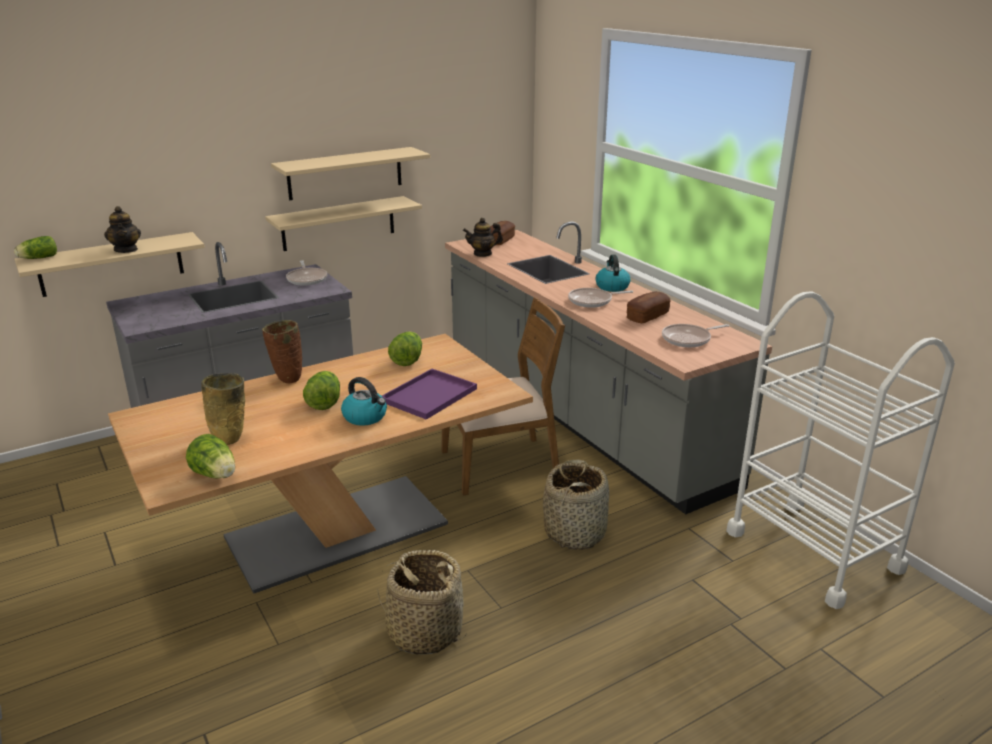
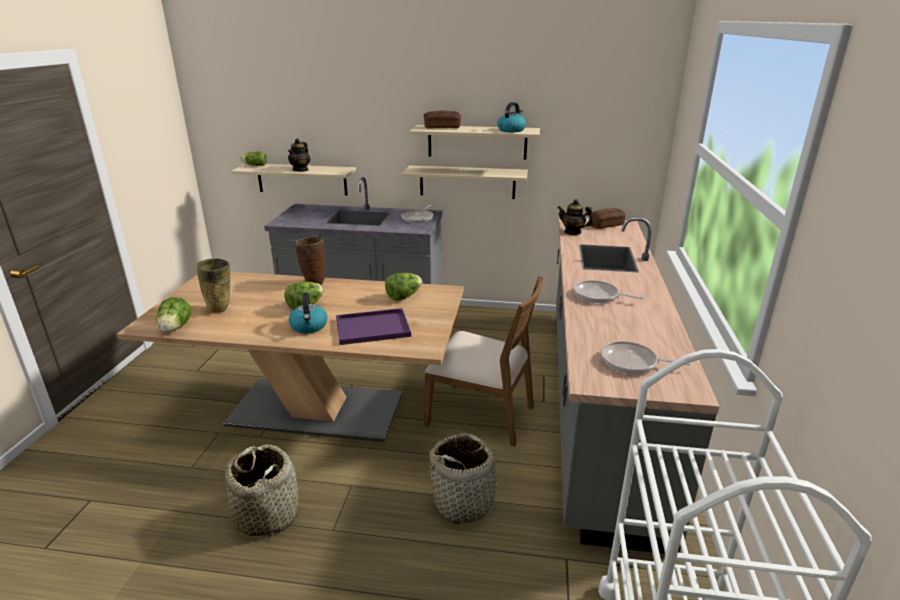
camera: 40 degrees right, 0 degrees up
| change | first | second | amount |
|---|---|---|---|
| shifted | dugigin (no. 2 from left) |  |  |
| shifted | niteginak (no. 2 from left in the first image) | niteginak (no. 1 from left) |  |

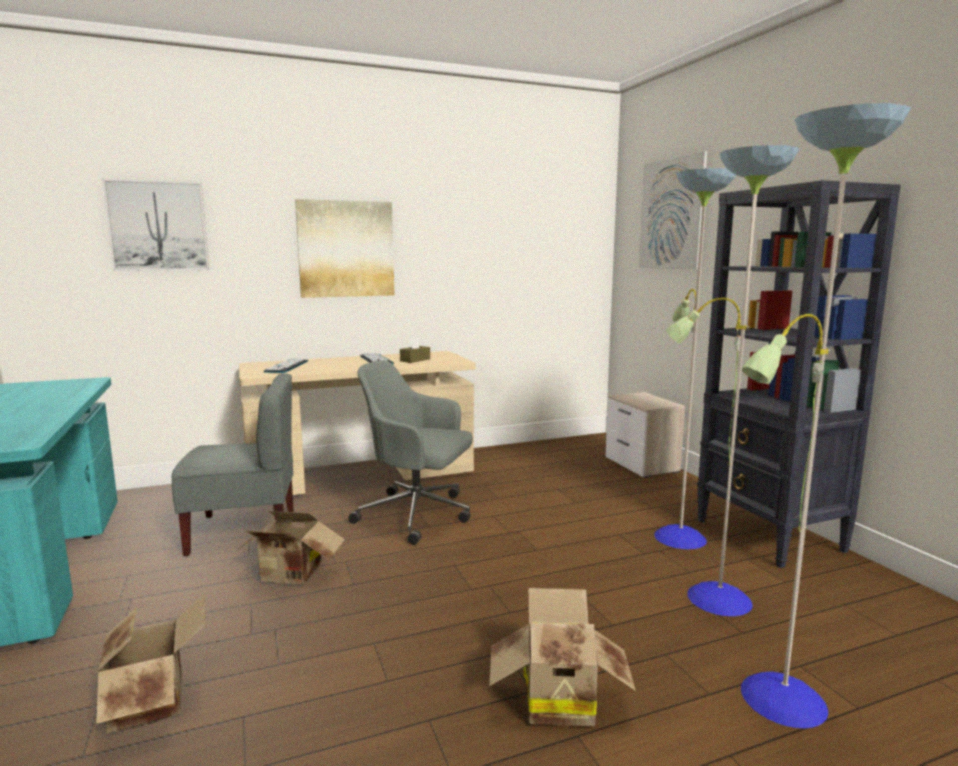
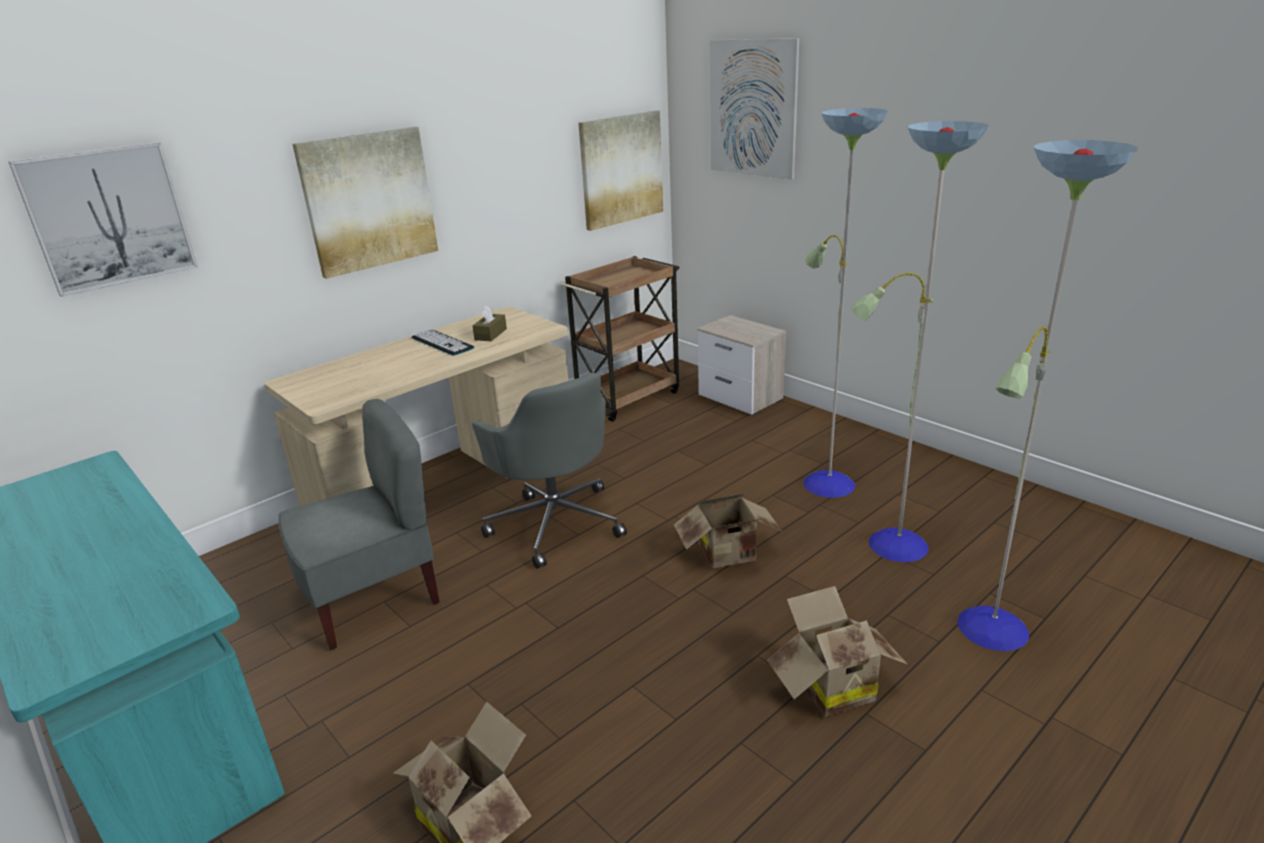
camera: 20 degrees left, 15 degrees up
| change | first | second | amount |
|---|---|---|---|
| shifted | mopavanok (no. 2 from left) |  |  |
| gone | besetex (no. 1 from left) |  |  |
| rotated | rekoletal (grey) |  | 120 degrees counterclockwise |
| gone | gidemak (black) |  |  |
| new |  | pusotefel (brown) |  |
| new |  | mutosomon (no. 3 from left) |  |

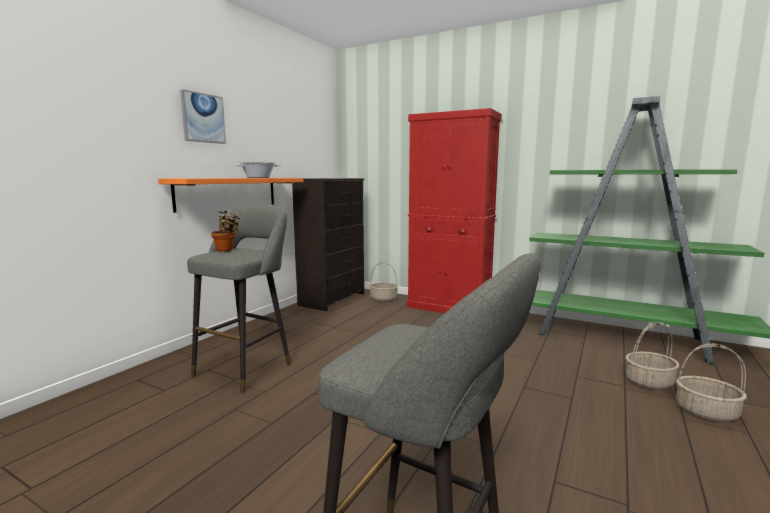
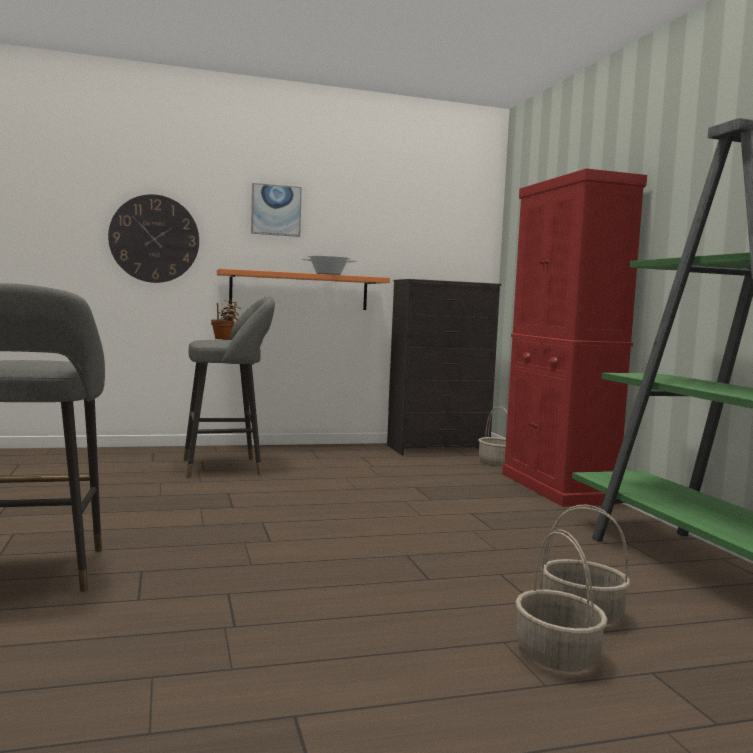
camera: 45 degrees right, 5 degrees down
| change | first | second | amount |
|---|---|---|---|
| new |  | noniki |  |

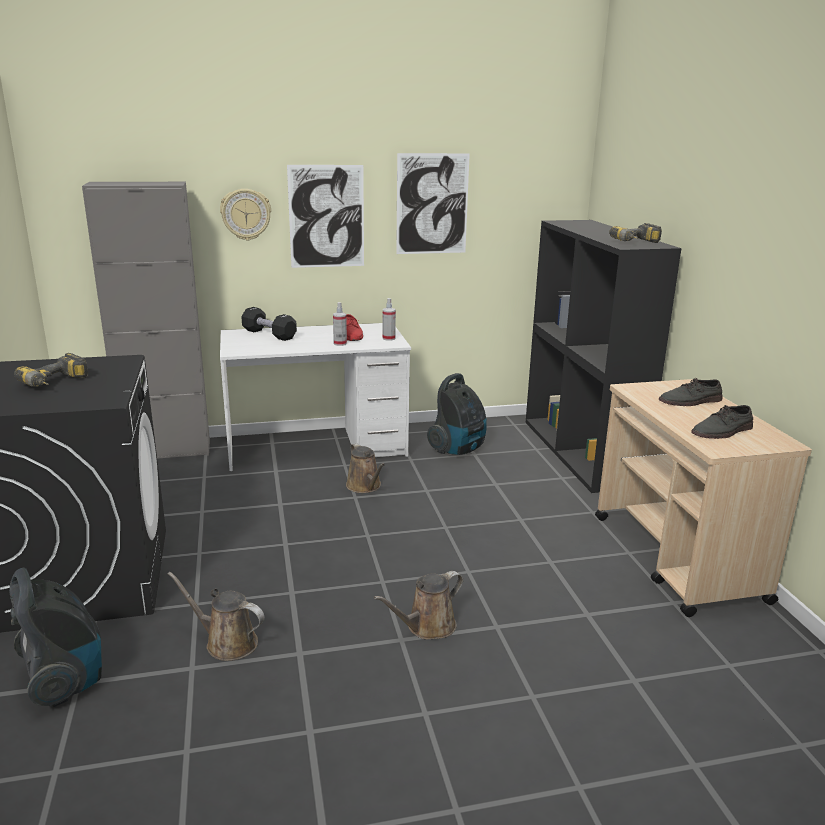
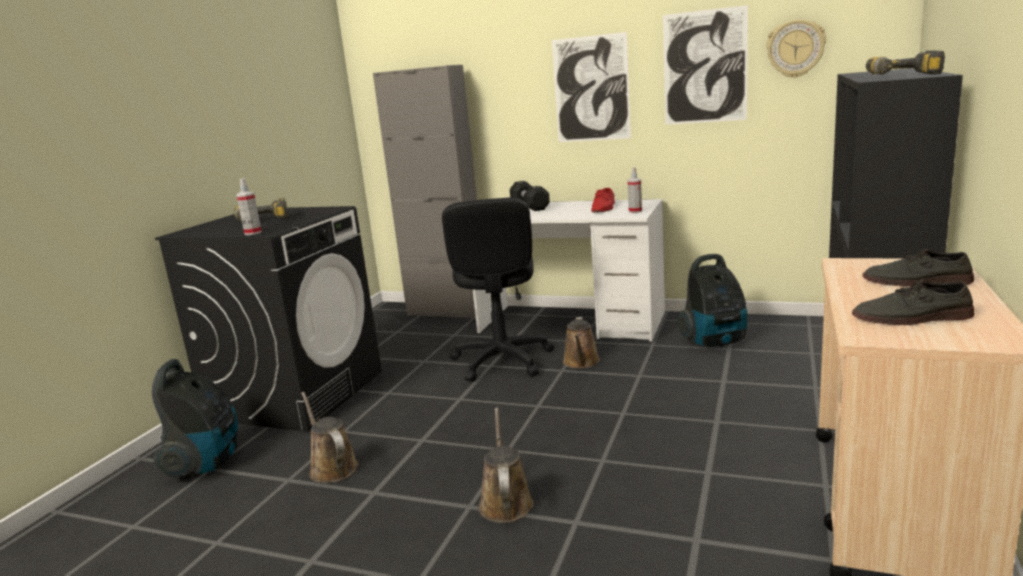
camera: 35 degrees right, 5 degrees down
| change | first | second | amount |
|---|---|---|---|
| shifted | noniki |  |  |
| shifted | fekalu (no. 1 from left) |  |  |
| rotated | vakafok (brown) (no. 3 from left in the first image) | vakafok (brown) (no. 2 from left) | 90 degrees clockwise |
| new |  | rekoletal (black) |  |

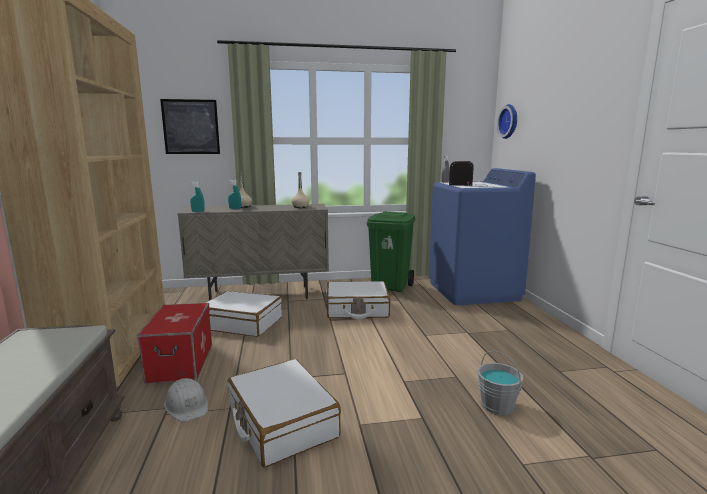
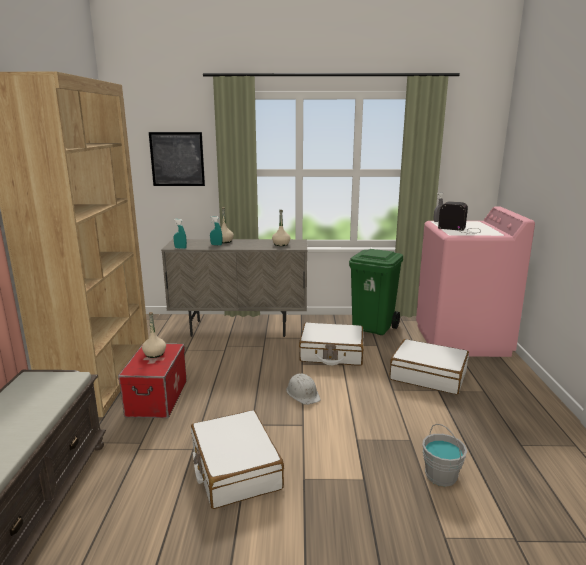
camera: 10 degrees right, 5 degrees up
| change | first | second | amount |
|---|---|---|---|
| shifted | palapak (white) |  |  |
| shifted | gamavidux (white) (no. 1 from left in the first image) | gamavidux (white) (no. 3 from left) |  |
| repainted | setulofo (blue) | setulofo (pink) |  |
| gone | noniki |  |  |
| new |  | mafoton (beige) (no. 1 from left) |  |

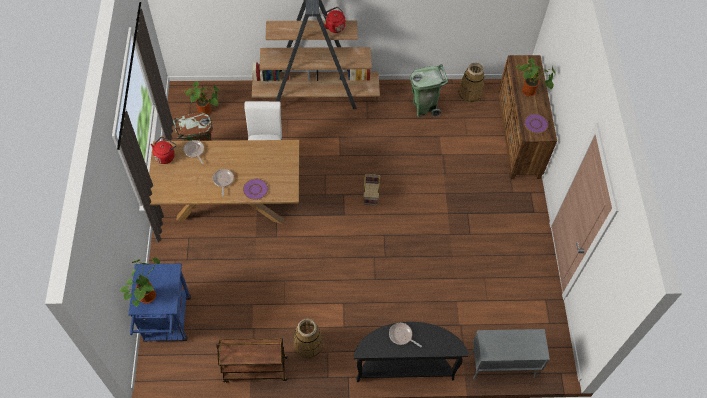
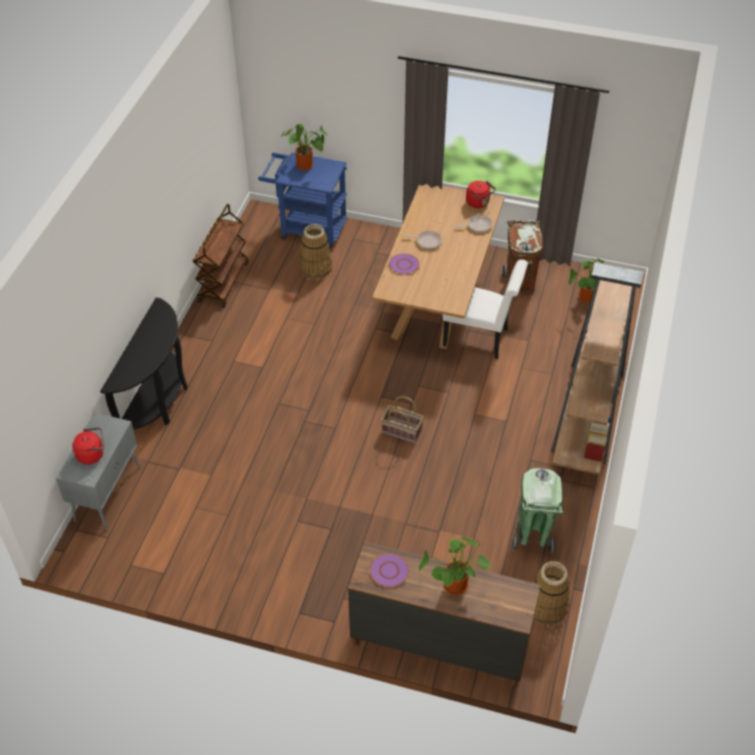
camera: 110 degrees right, 10 degrees down
| change | first | second | amount |
|---|---|---|---|
| shifted | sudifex (no. 1 from left) |  |  |
| shifted | dugigin (red) (no. 2 from left in the first image) | dugigin (red) (no. 1 from left) |  |
| gone | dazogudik (no. 3 from left) |  |  |

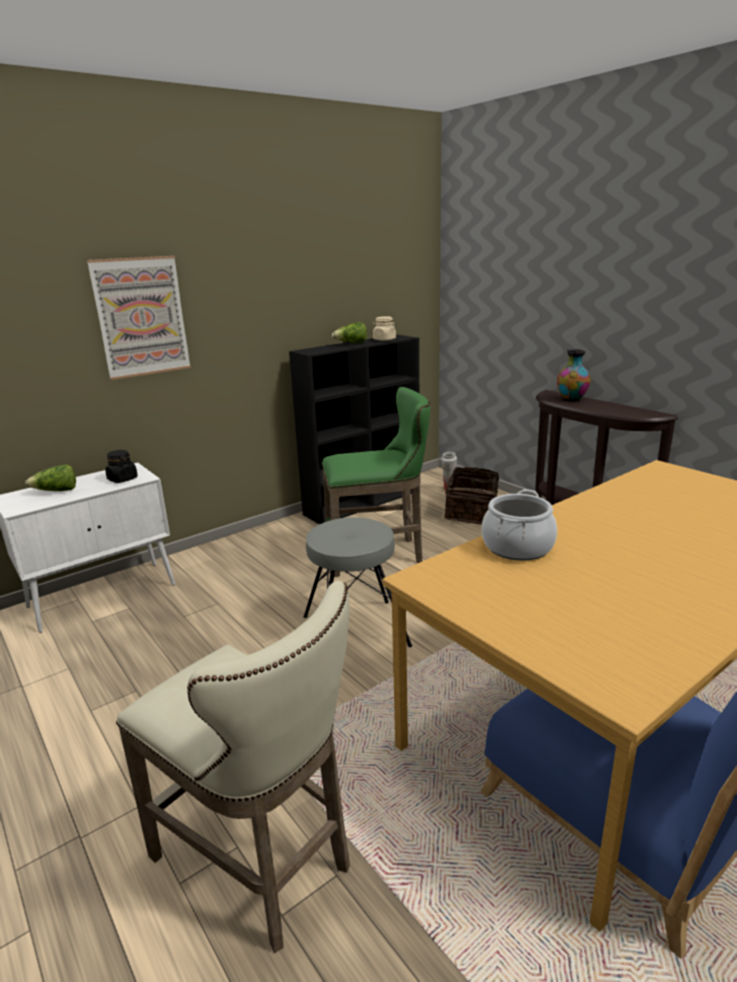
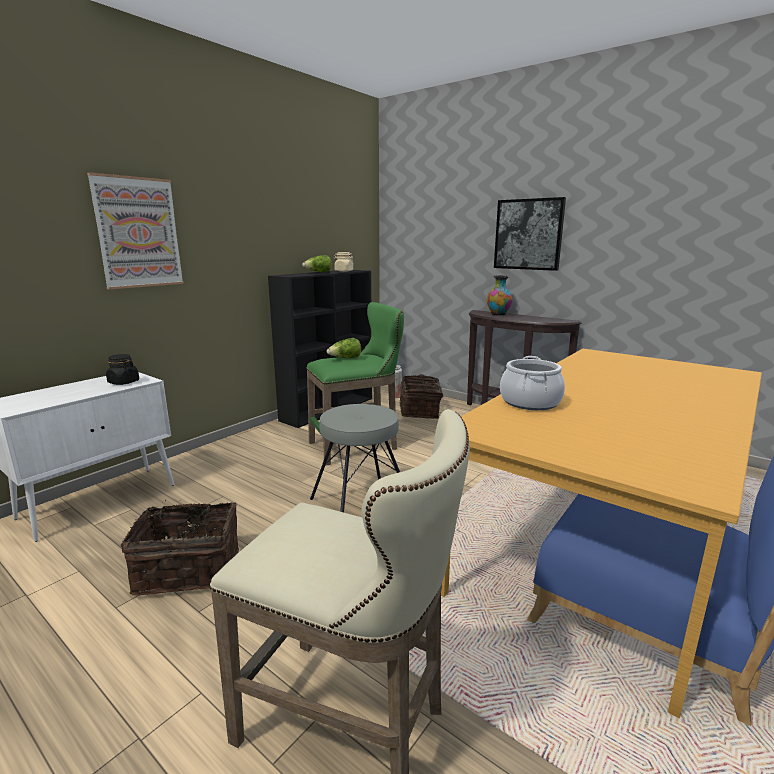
camera: 15 degrees left, 5 degrees down
| change | first | second | amount |
|---|---|---|---|
| shifted | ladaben (no. 1 from left in the first image) | ladaben (no. 2 from left) |  |
| new |  | sudifex (no. 1 from left) |  |
| new |  | mutosomon (no. 2 from left) |  |

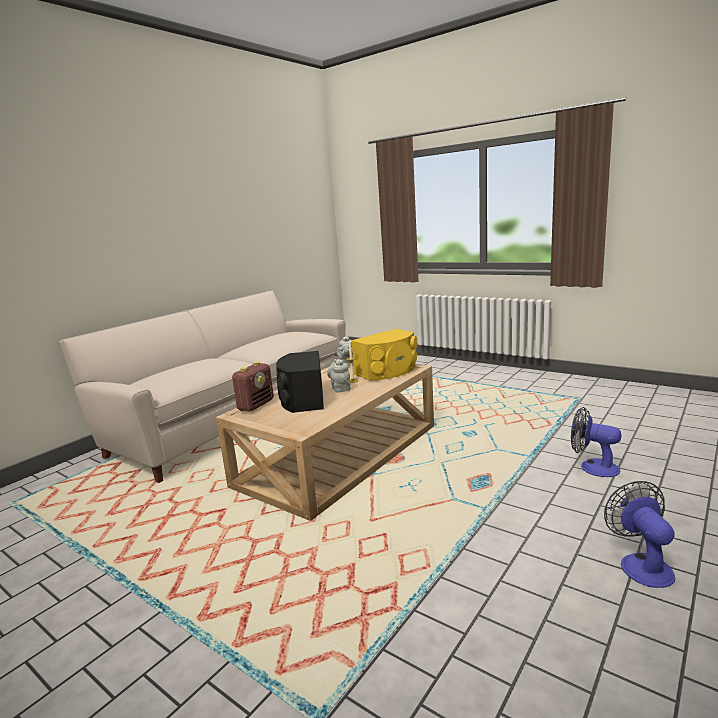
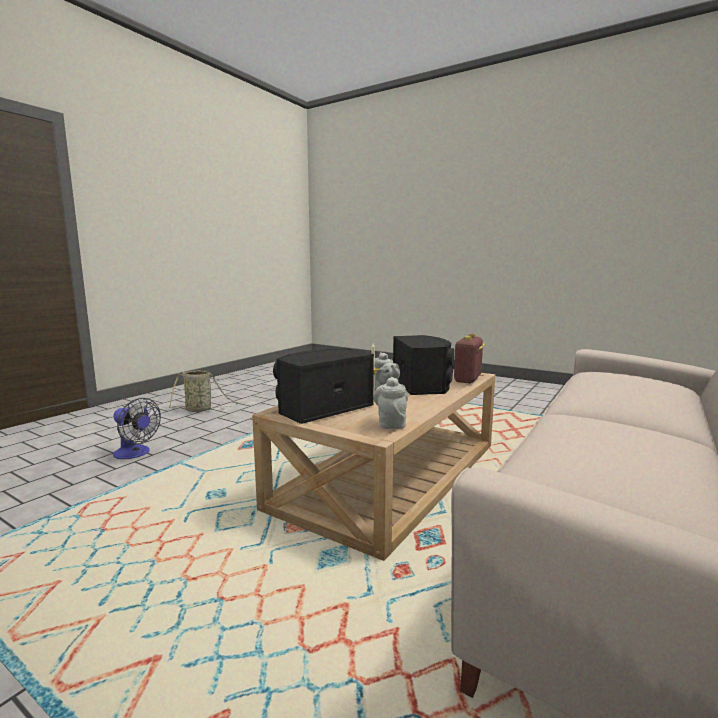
camera: 175 degrees right, 5 degrees down
| change | first | second | amount |
|---|---|---|---|
| repainted | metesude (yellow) | metesude (black) (no. 1 from left) |  |
| swapped | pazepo (no. 2 from left) | sudifex |  |

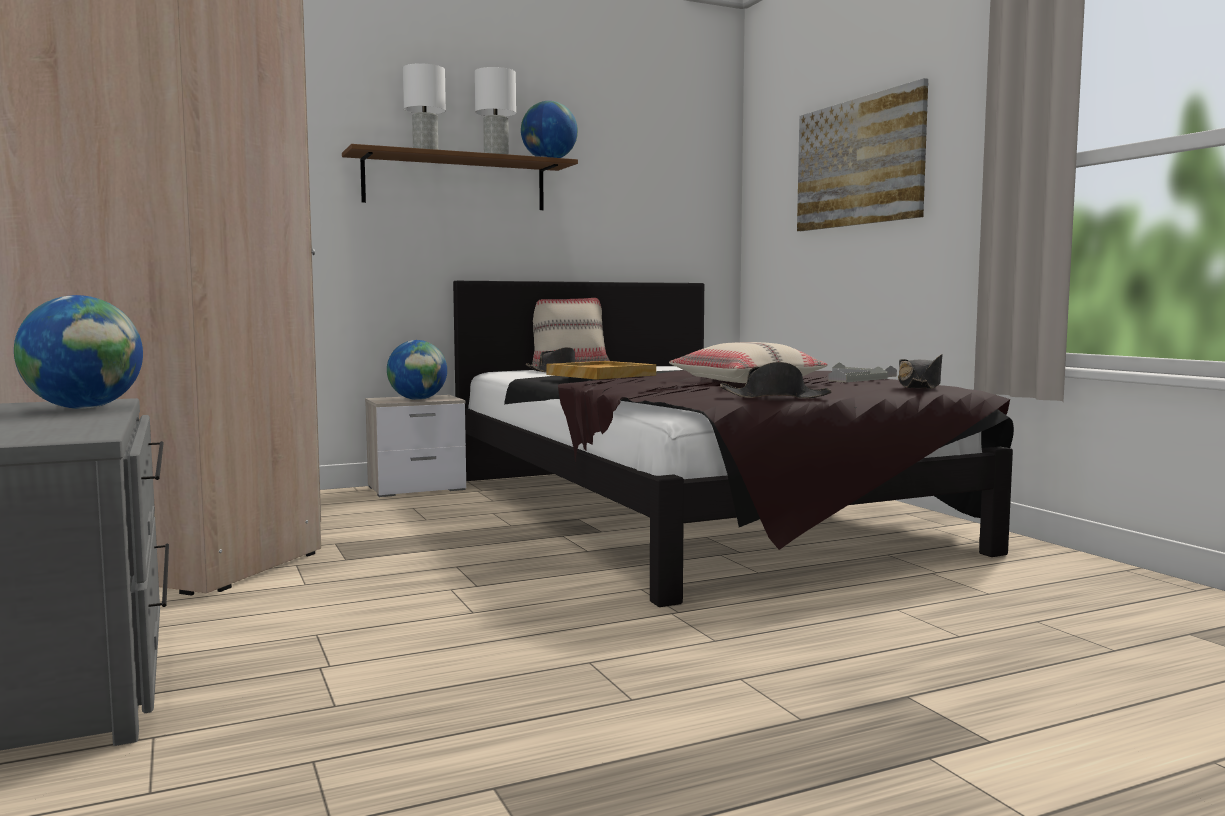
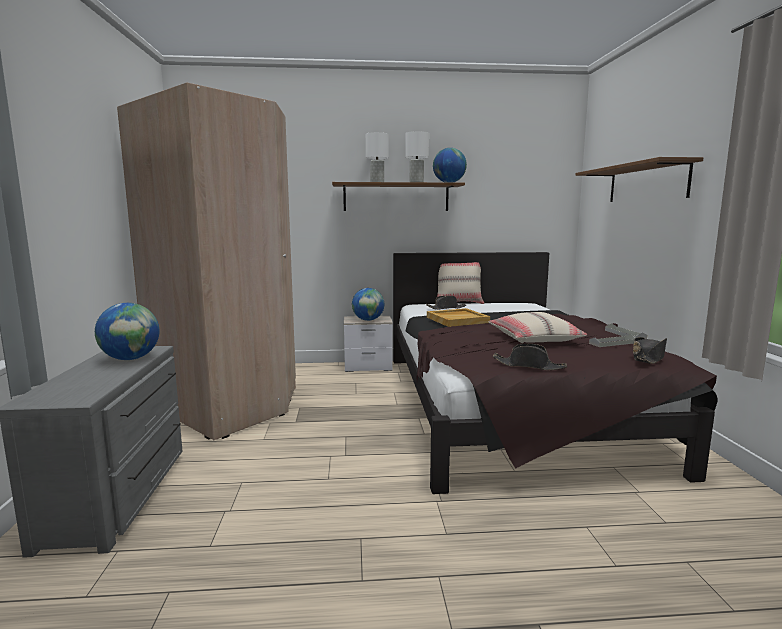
camera: 20 degrees right, 5 degrees up
| change | first | second | amount |
|---|---|---|---|
| swapped | mutosomon | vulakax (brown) (no. 2 from left) |  |

